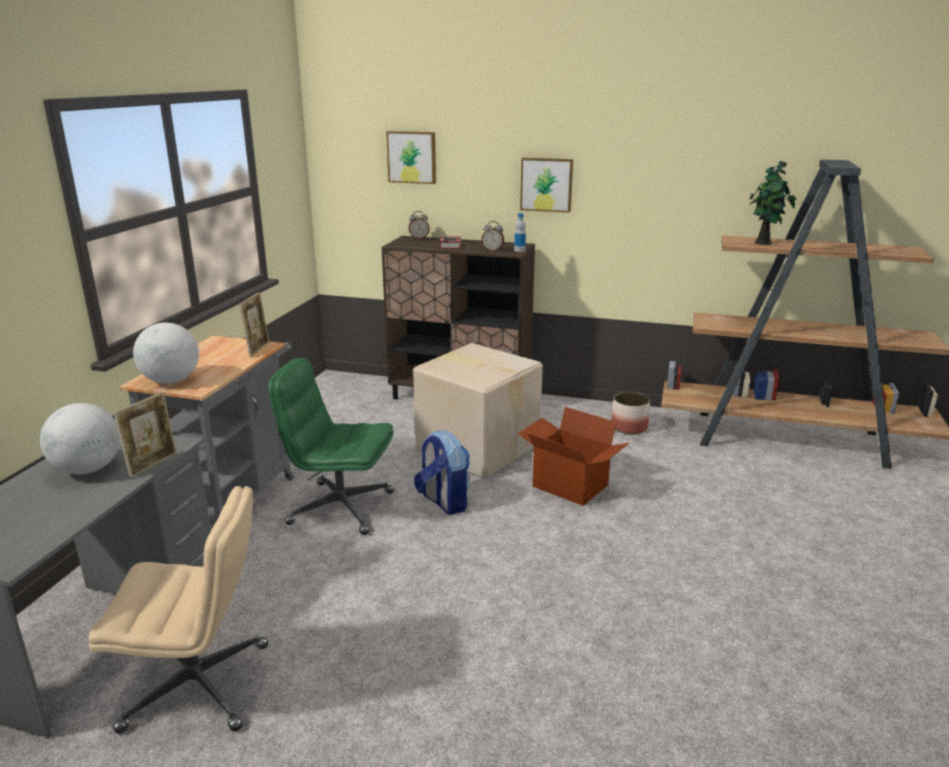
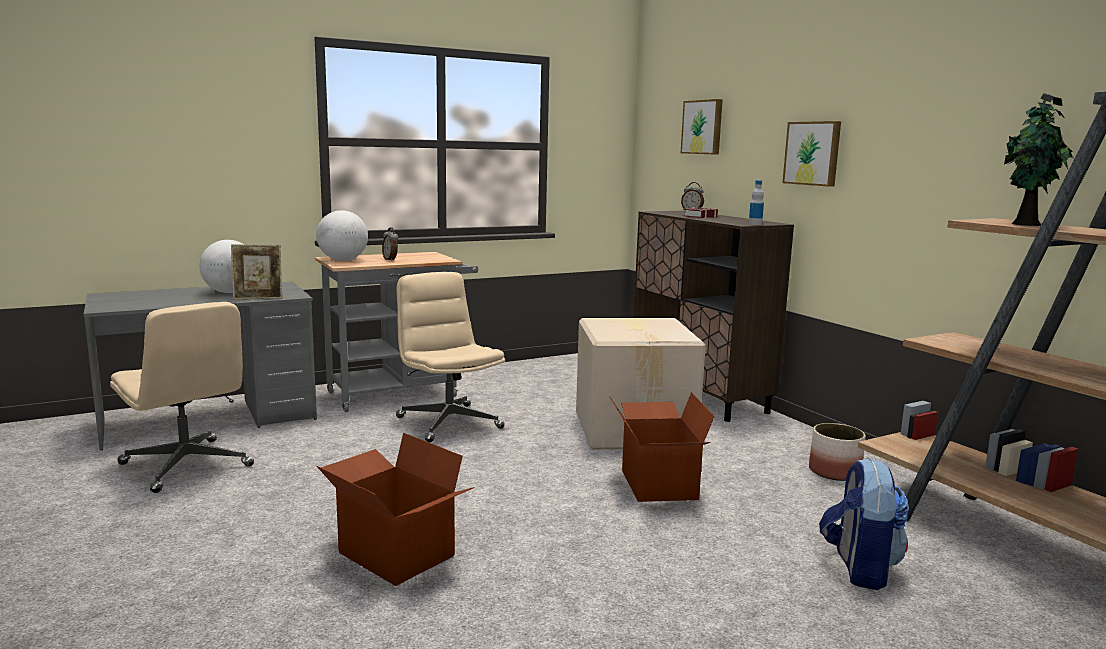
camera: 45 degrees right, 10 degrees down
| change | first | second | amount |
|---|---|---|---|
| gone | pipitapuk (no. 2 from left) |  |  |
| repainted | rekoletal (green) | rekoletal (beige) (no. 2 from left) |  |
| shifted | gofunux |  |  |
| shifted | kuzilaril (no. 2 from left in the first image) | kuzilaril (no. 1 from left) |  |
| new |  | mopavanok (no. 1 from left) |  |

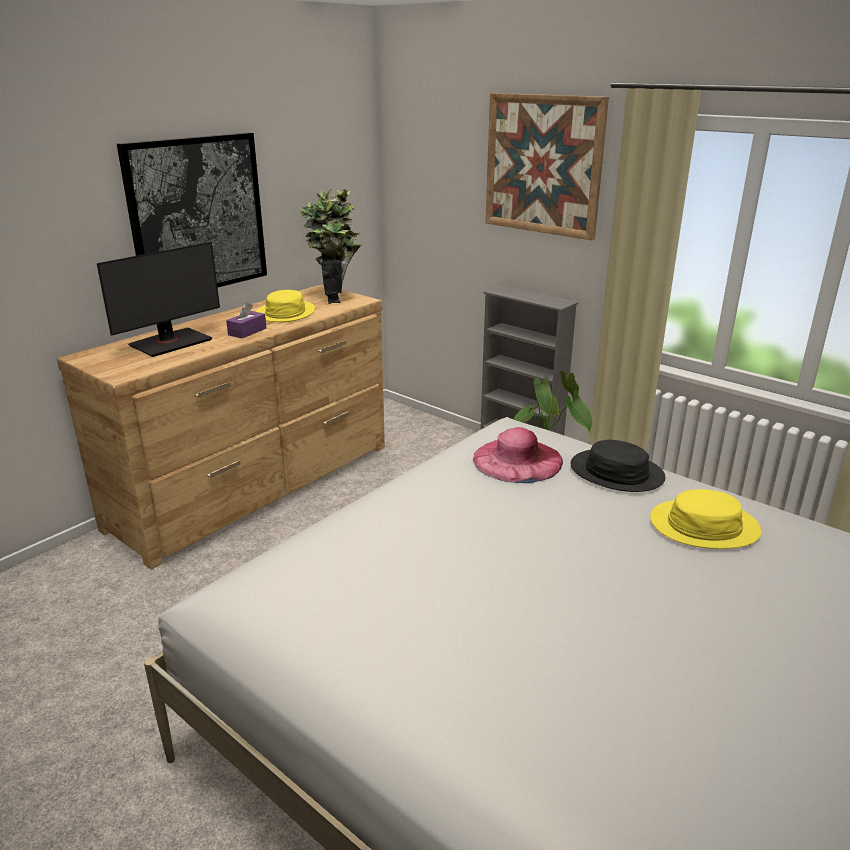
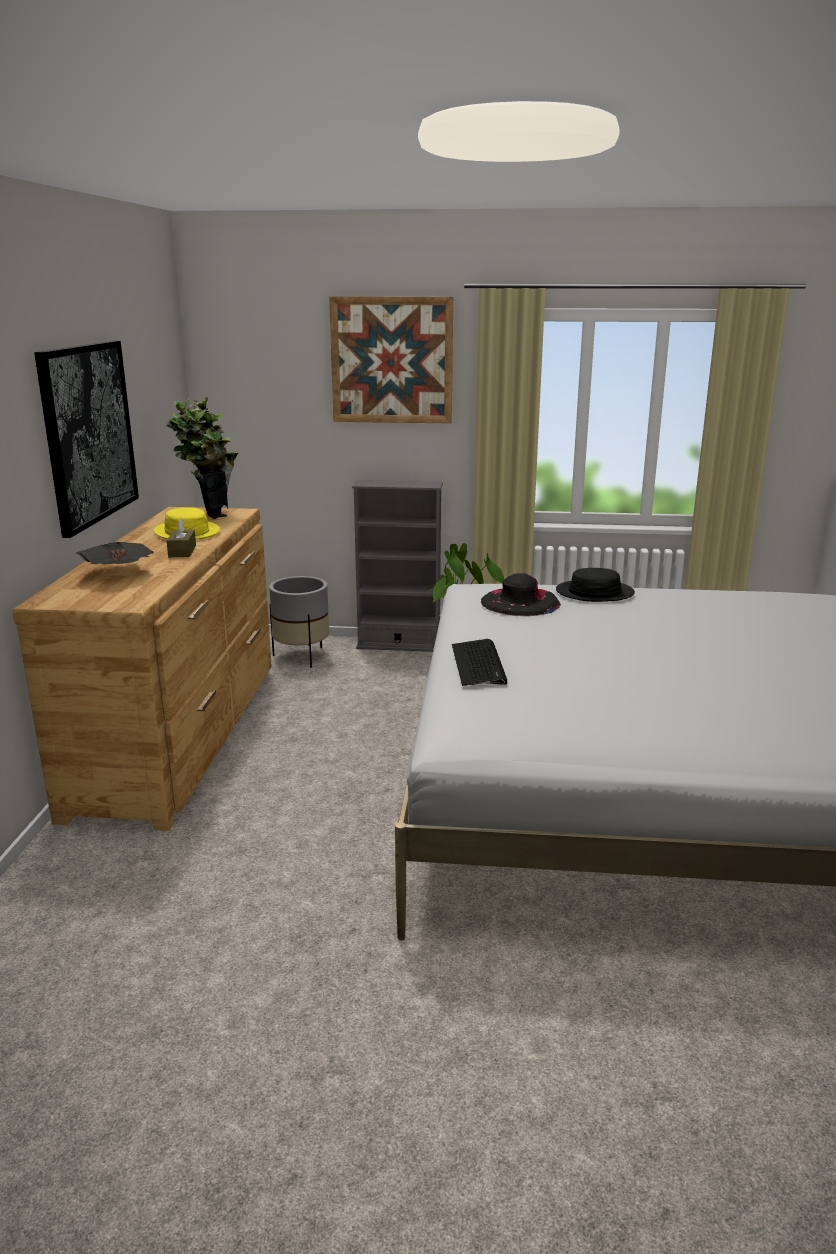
camera: 35 degrees left, 5 degrees down
| change | first | second | amount |
|---|---|---|---|
| swapped | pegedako | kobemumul |  |
| repainted | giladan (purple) | giladan (brown) |  |
| repainted | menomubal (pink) | menomubal (black) (no. 1 from left) |  |
| gone | menomubal (yellow) (no. 2 from left) |  |  |
| new |  | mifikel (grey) |  |
| new |  | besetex |  |

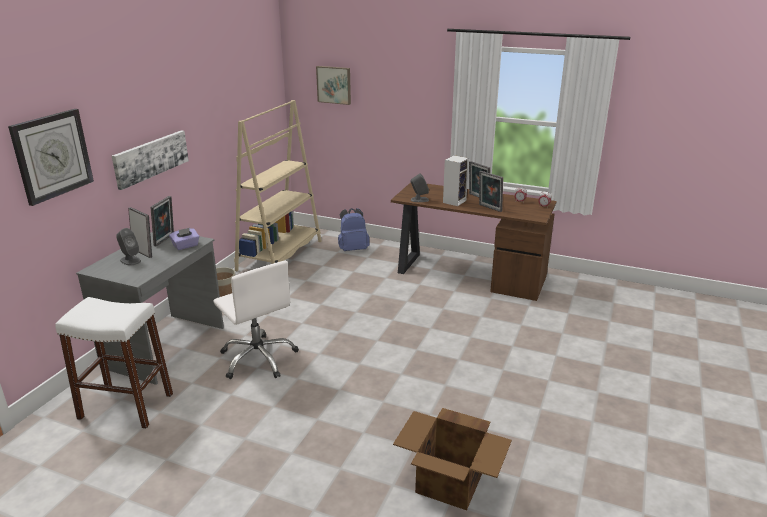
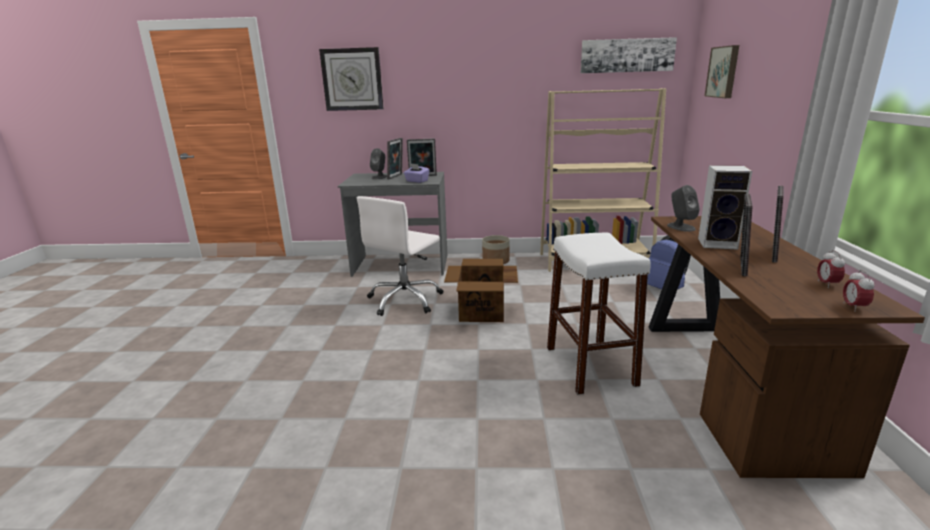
camera: 70 degrees right, 5 degrees down
| change | first | second | amount |
|---|---|---|---|
| shifted | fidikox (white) |  |  |
| shifted | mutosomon (no. 1 from left) |  |  |
| shifted | mopavanok |  |  |

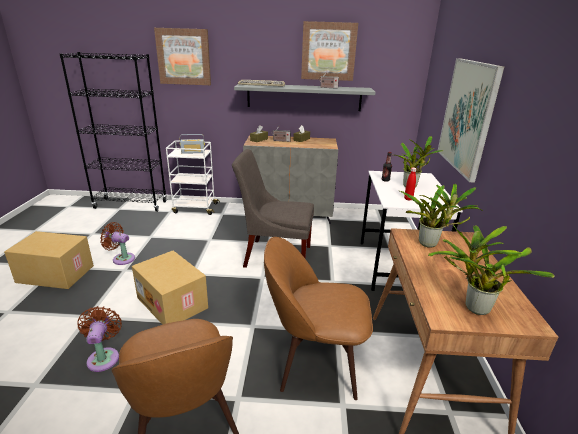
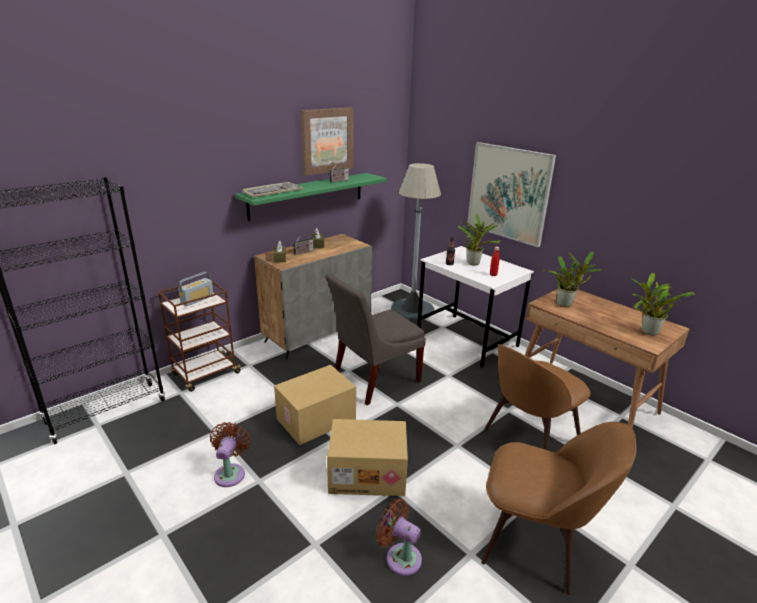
camera: 45 degrees left, 0 degrees up
| change | first | second | amount |
|---|---|---|---|
| shifted | mopavanok (no. 1 from left) |  |  |
| rotated | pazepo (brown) (no. 2 from left in the first image) | pazepo (brown) (no. 1 from left) | 120 degrees clockwise |
| gone | mutosomon (no. 1 from left) |  |  |
| repainted | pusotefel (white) | pusotefel (brown) |  |
| repainted | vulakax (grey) | vulakax (green) |  |
| new |  | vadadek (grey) |  |

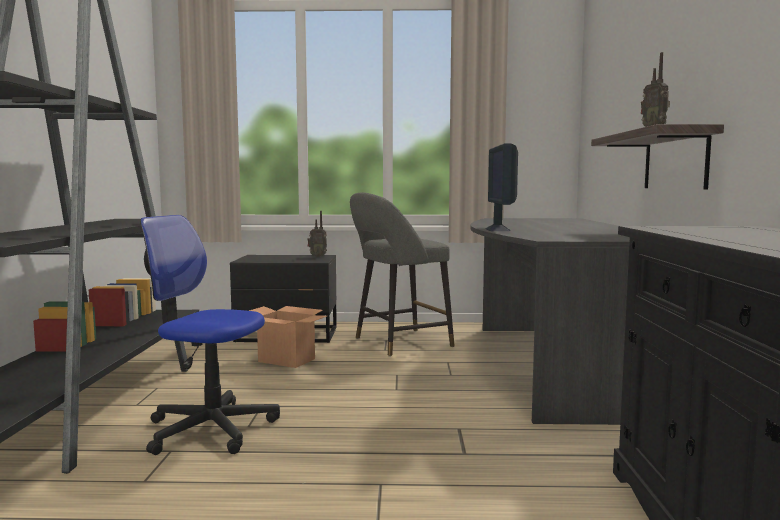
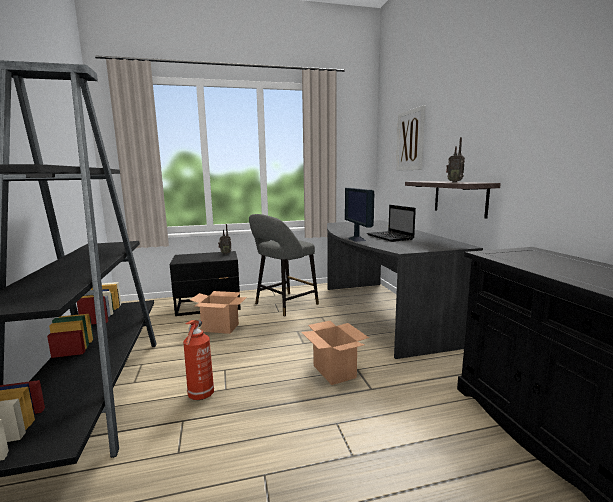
camera: 15 degrees left, 5 degrees up
| change | first | second | amount |
|---|---|---|---|
| swapped | rekoletal | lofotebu |  |
| new |  | mopavanok (no. 2 from left) |  |
| new |  | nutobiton |  |
| new |  | mutosomon |  |

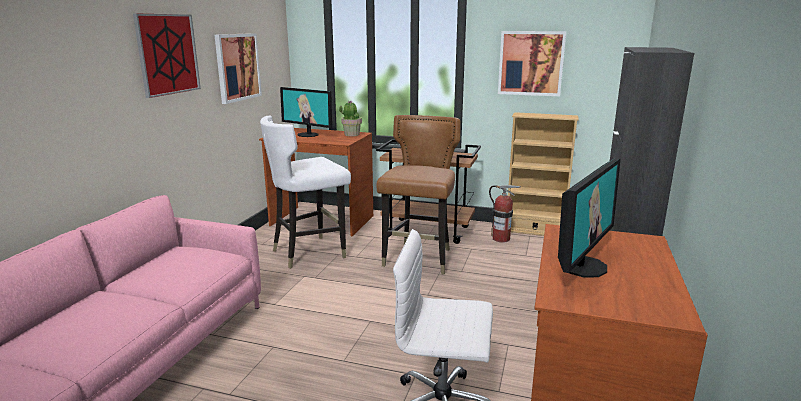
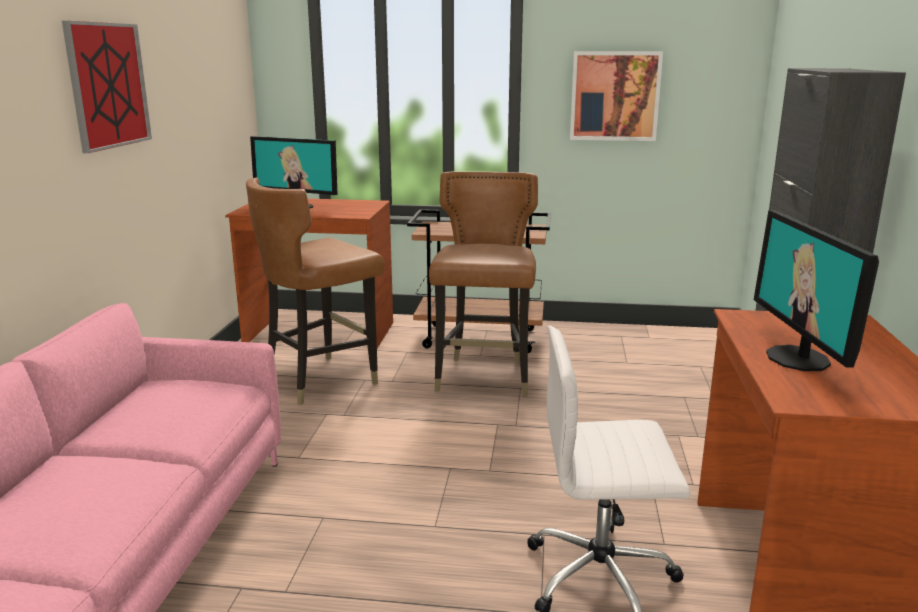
camera: 10 degrees left, 0 degrees up
| change | first | second | amount |
|---|---|---|---|
| gone | mutosomon (no. 2 from left) |  |  |
| repainted | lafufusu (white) | lafufusu (brown) (no. 1 from left) |  |
| gone | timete |  |  |
| gone | lofotebu |  |  |
| gone | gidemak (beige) |  |  |
| rotated | pegedako (no. 2 from left) |  | 150 degrees clockwise |

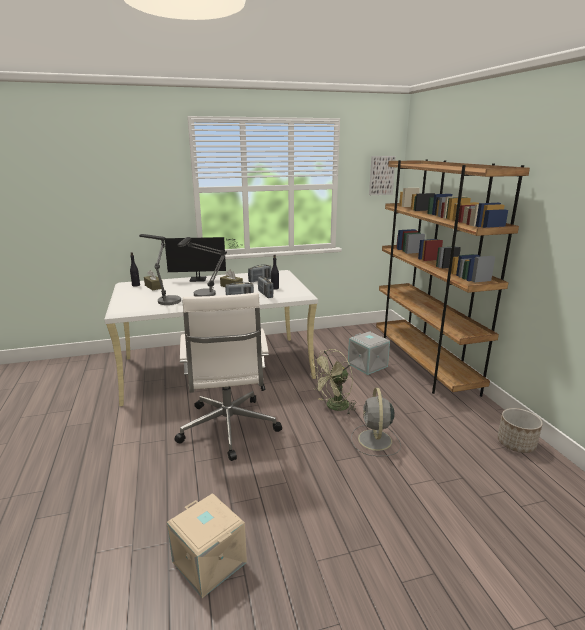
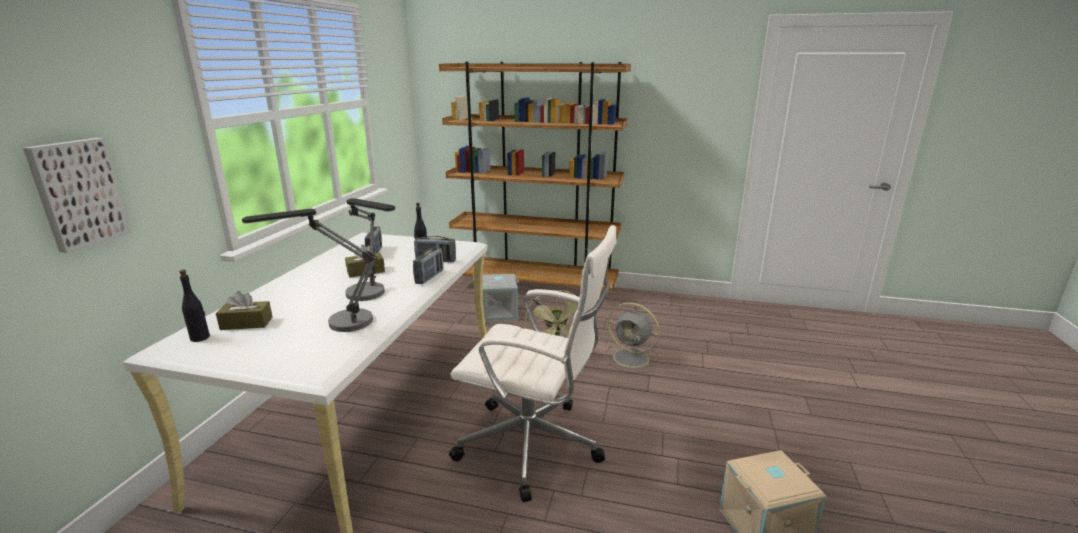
camera: 60 degrees left, 0 degrees up
| change | first | second | amount |
|---|---|---|---|
| gone | pegedako |  |  |
| shifted | mutosomon |  |  |
| gone | mifikel |  |  |

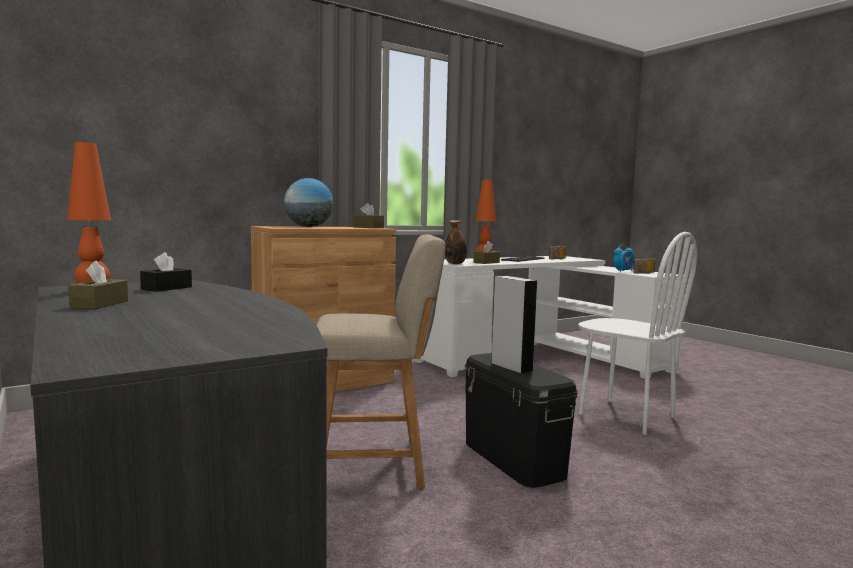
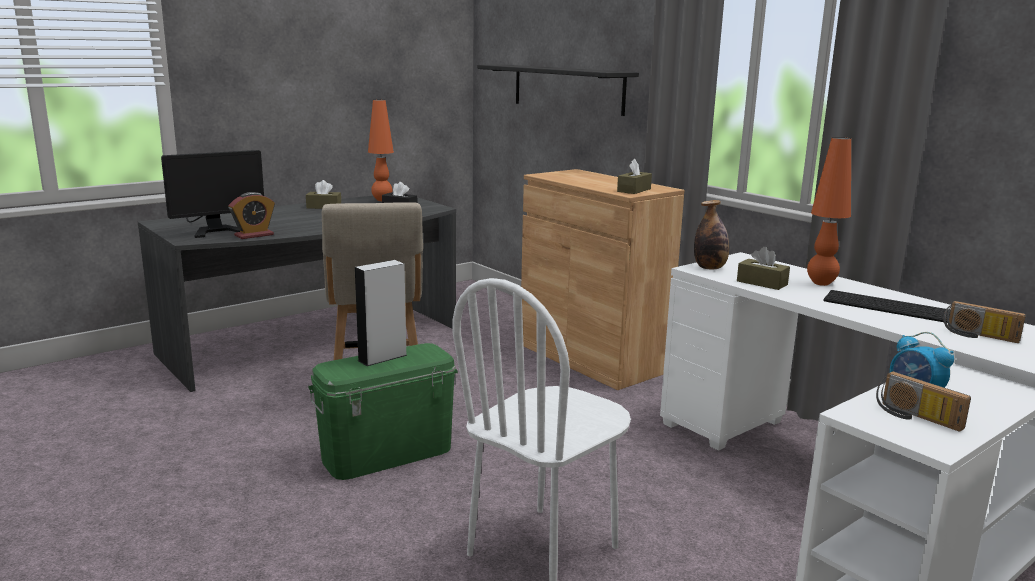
camera: 85 degrees right, 10 degrees up
| change | first | second | amount |
|---|---|---|---|
| gone | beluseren |  |  |
| repainted | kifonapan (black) | kifonapan (green) |  |
| new |  | pegedako |  |
| new |  | kuzilaril (no. 1 from left) |  |
| new |  | vulakax (black) |  |

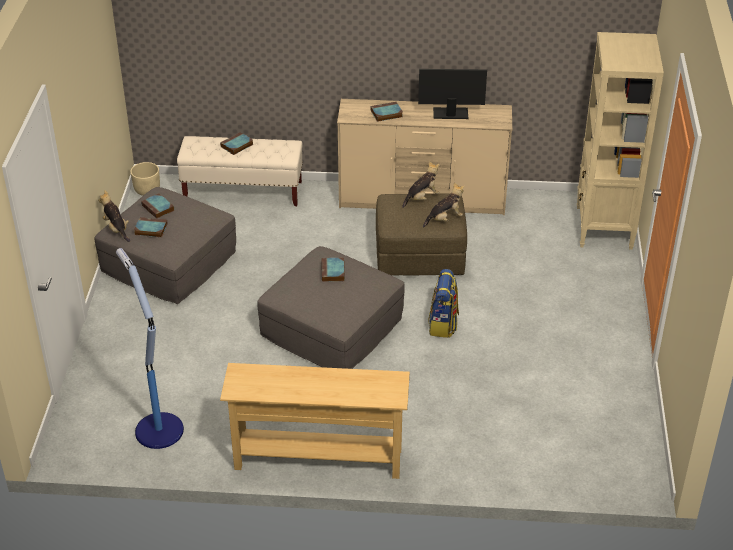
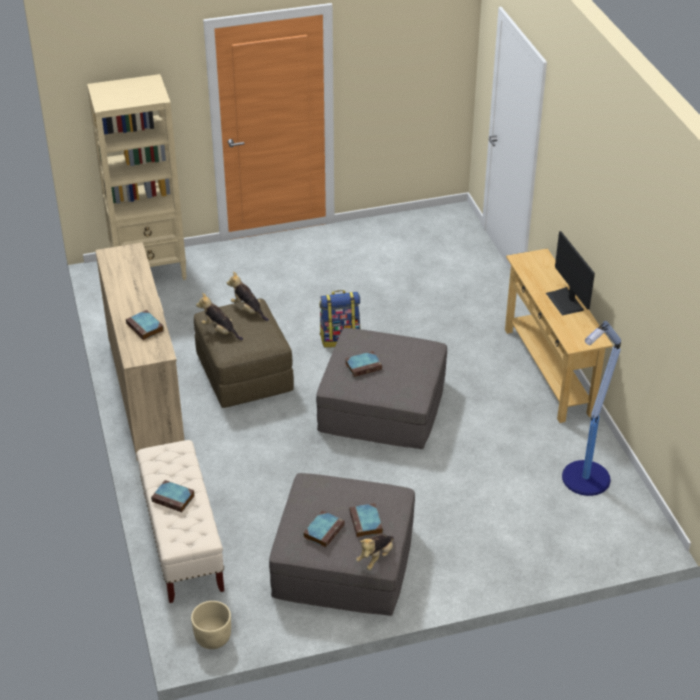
camera: 110 degrees left, 0 degrees up
| change | first | second | amount |
|---|---|---|---|
| shifted | pegedako |  |  |

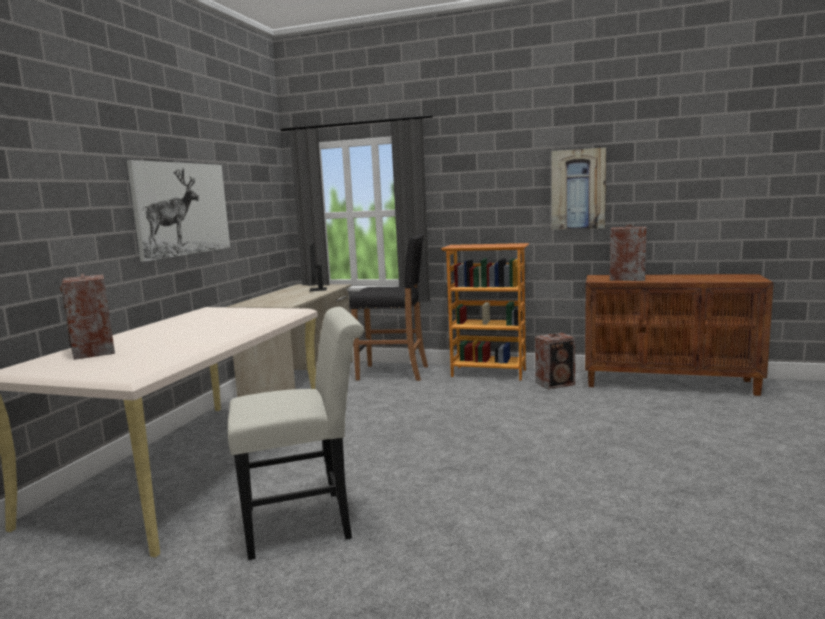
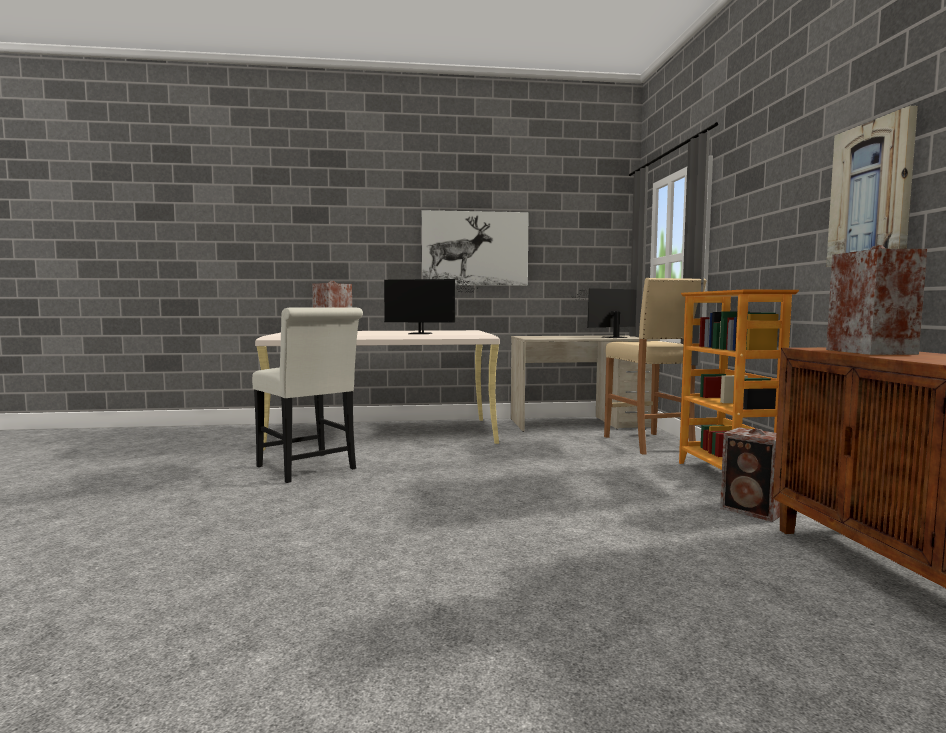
camera: 65 degrees right, 5 degrees down
| change | first | second | amount |
|---|---|---|---|
| repainted | fidikox (black) | fidikox (beige) |  |
| new |  | pegedako (no. 1 from left) |  |

